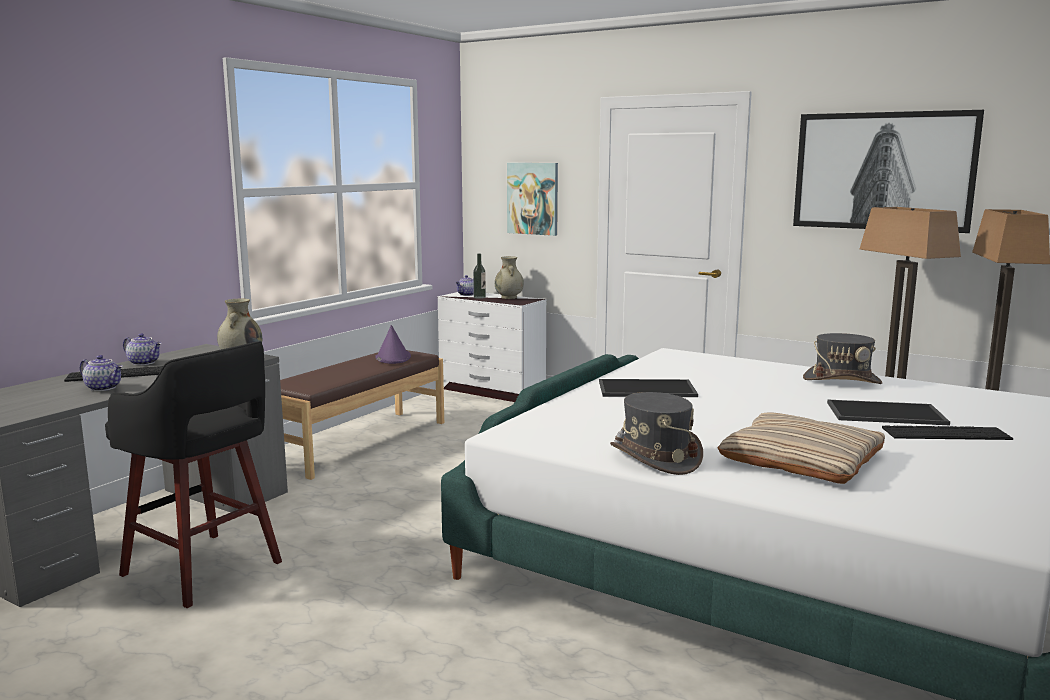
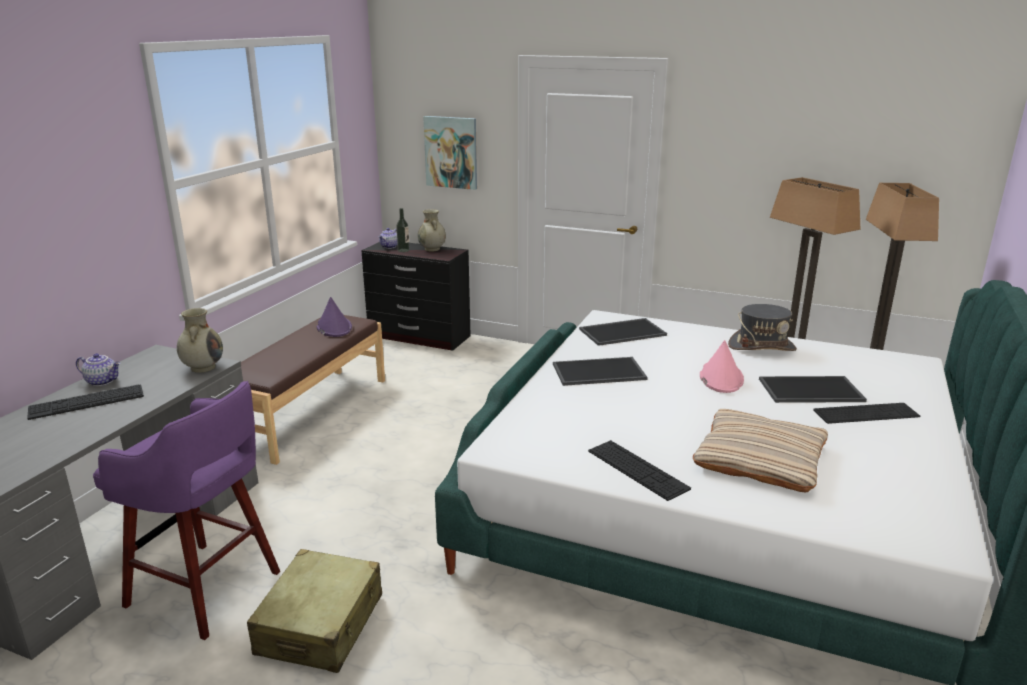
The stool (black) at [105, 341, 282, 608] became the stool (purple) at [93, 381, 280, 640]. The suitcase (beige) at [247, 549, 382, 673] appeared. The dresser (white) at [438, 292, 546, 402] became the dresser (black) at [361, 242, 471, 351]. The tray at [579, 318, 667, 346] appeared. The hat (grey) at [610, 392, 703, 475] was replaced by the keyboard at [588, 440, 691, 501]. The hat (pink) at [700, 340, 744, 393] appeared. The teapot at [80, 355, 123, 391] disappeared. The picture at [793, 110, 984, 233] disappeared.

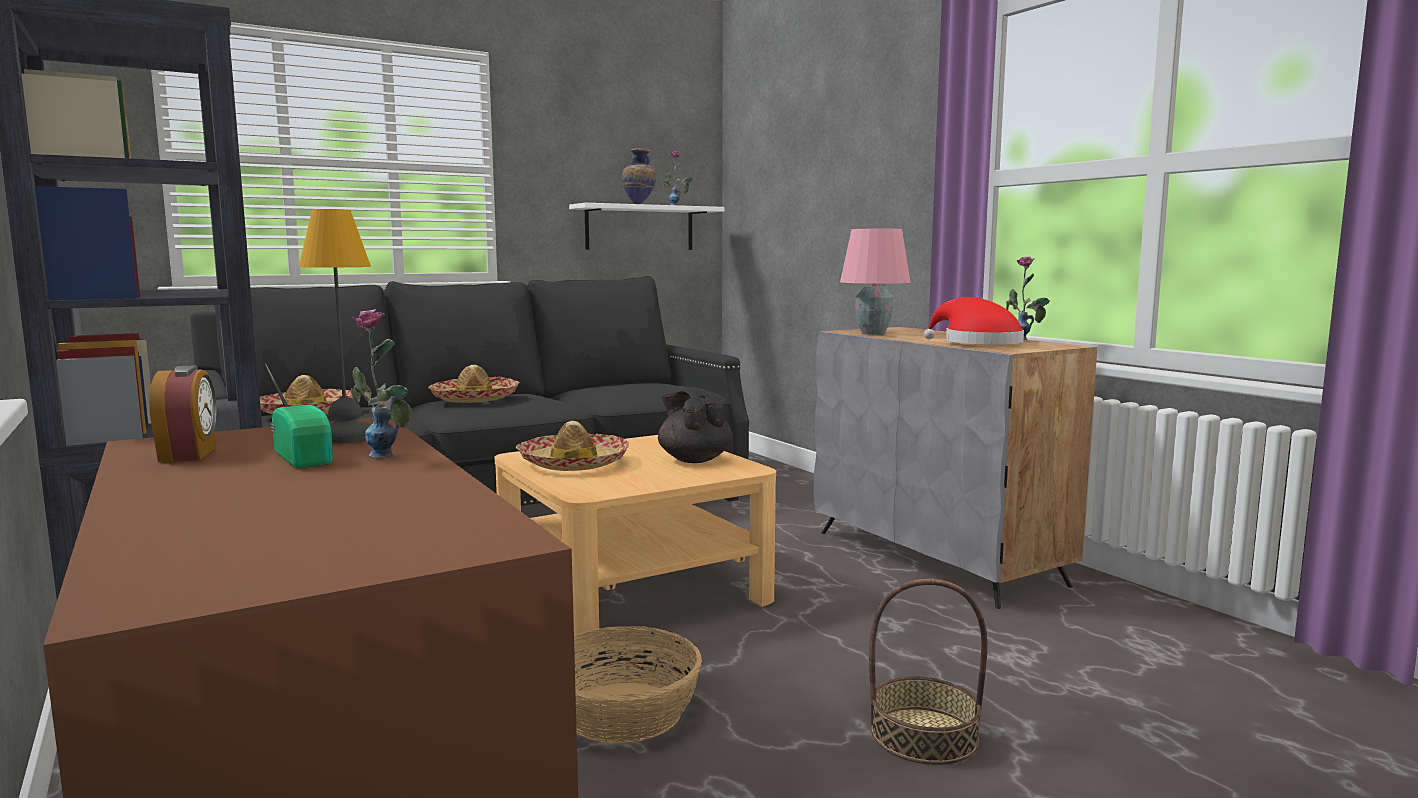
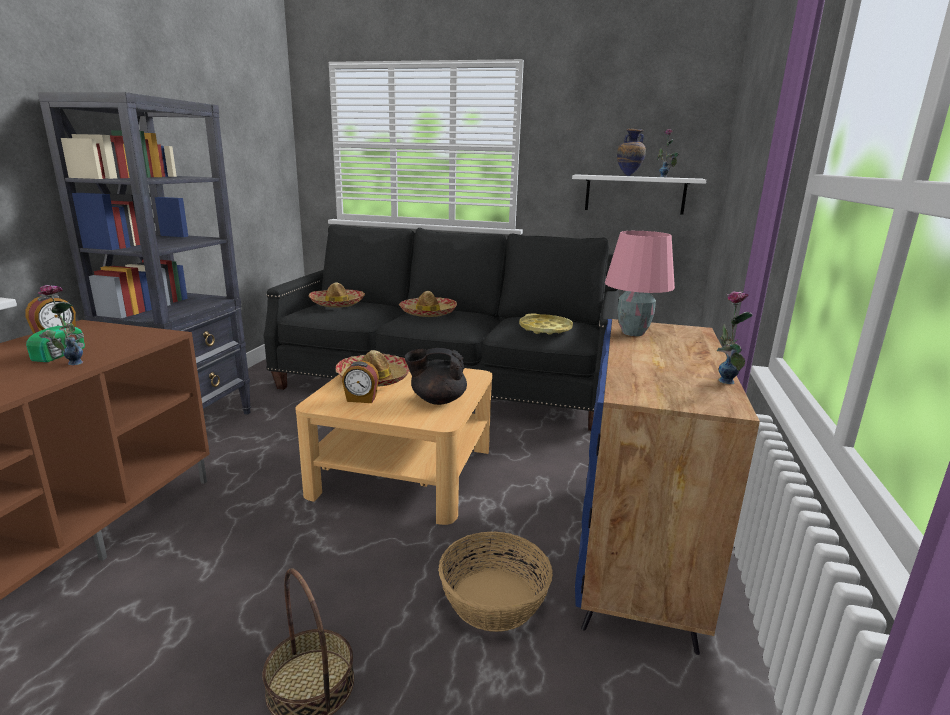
The alarm clock at [342, 361, 379, 403] appeared. The teapot (black) at [658, 388, 733, 463] turned 105 degrees counterclockwise. The basket moved from [574, 626, 702, 744] to [438, 532, 553, 632]. The tray (yellow) at [519, 313, 573, 335] appeared. The cabinet (grey) at [814, 327, 1097, 609] became the cabinet (blue) at [575, 319, 760, 655]. The table lamp at [299, 209, 371, 443] disappeared. The hat (red) at [924, 297, 1024, 345] disappeared.

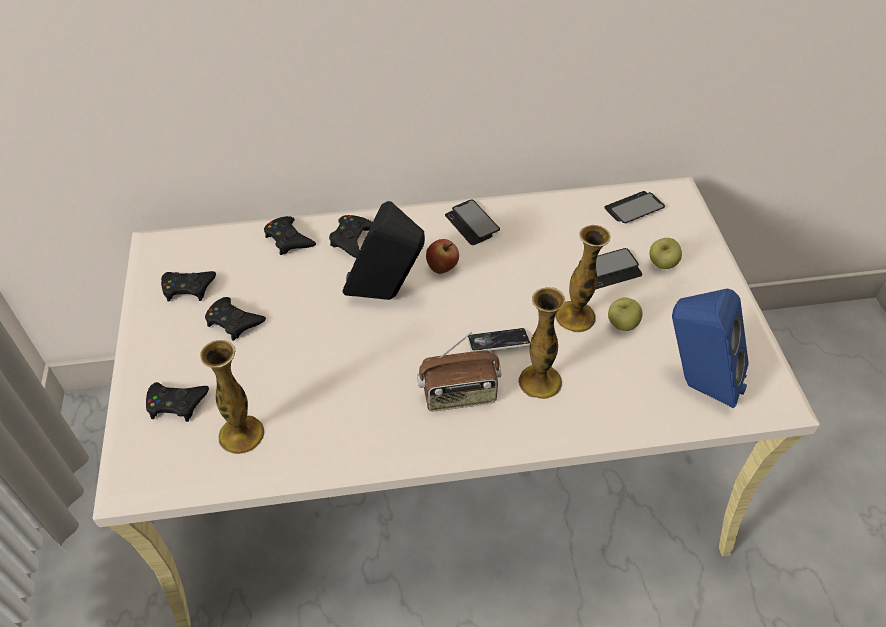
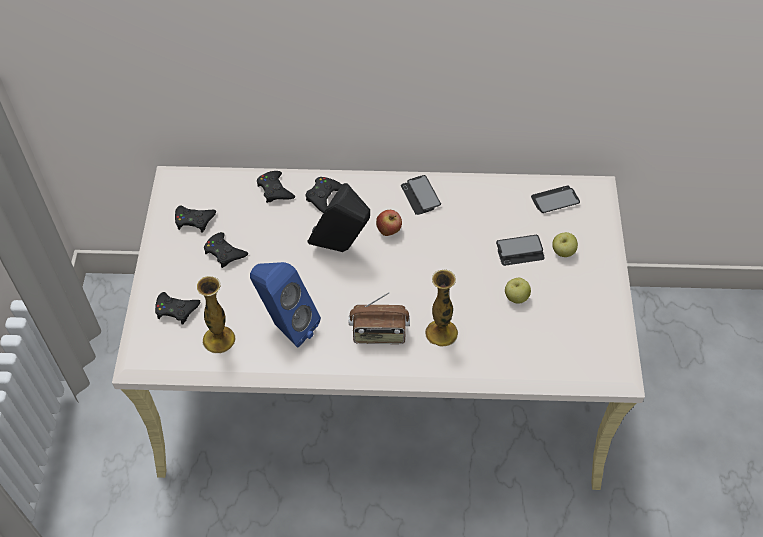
The speaker (blue) moved from [672, 289, 749, 408] to [250, 262, 321, 348]. The phone at [467, 328, 530, 352] disappeared. The vase at [555, 225, 610, 332] disappeared.

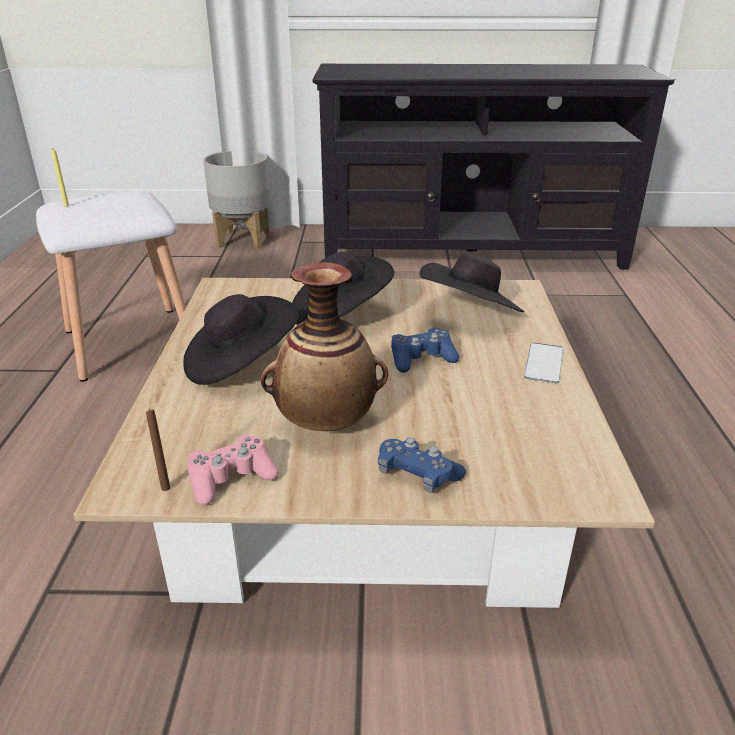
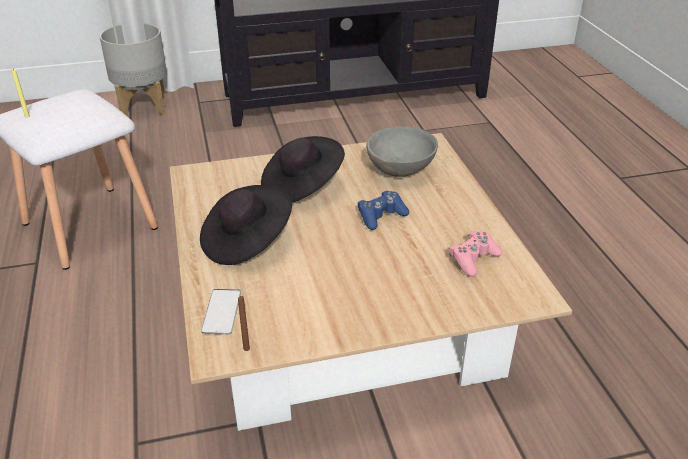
The phone moved from [524, 343, 564, 383] to [201, 289, 241, 334]. The hat (black) at [420, 254, 524, 312] was replaced by the bowl (grey) at [366, 126, 438, 177]. The game controller (pink) moved from [187, 434, 279, 505] to [449, 230, 502, 277]. The vase at [261, 262, 388, 431] disappeared. The game controller (blue) at [378, 437, 466, 493] disappeared.

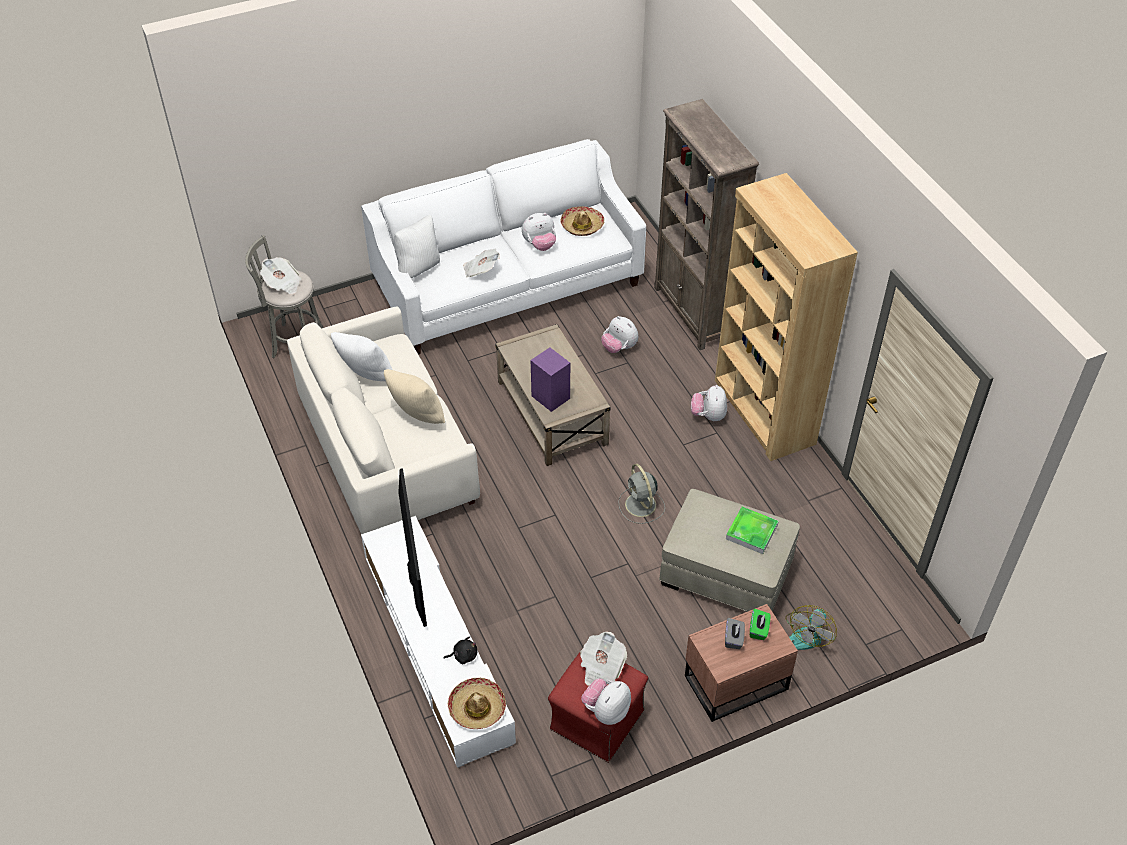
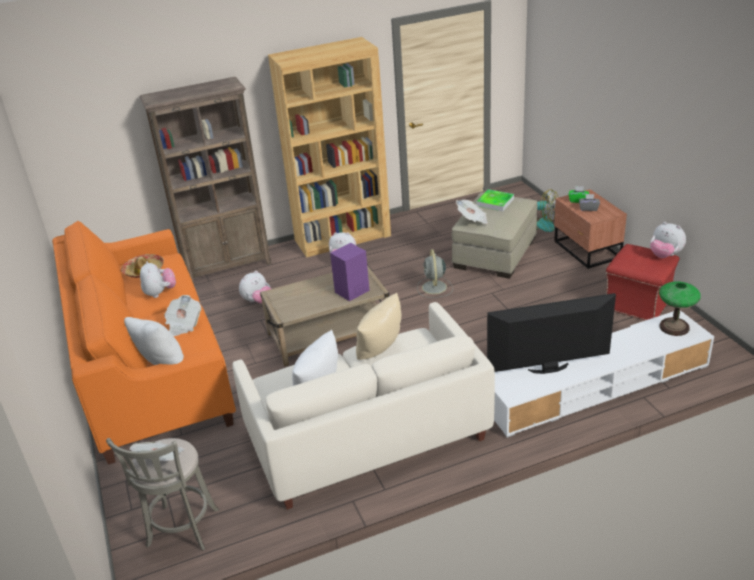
The sofa (white) at [361, 139, 646, 355] became the sofa (orange) at [52, 221, 236, 465]. The fan (grey) at [618, 464, 665, 524] turned 105 degrees clockwise. The newspaper moved from [580, 632, 627, 686] to [456, 200, 488, 224]. The hat at [448, 678, 506, 729] was replaced by the table lamp at [659, 281, 701, 336]. The plush toy (black) at [443, 636, 477, 664] disappeared.

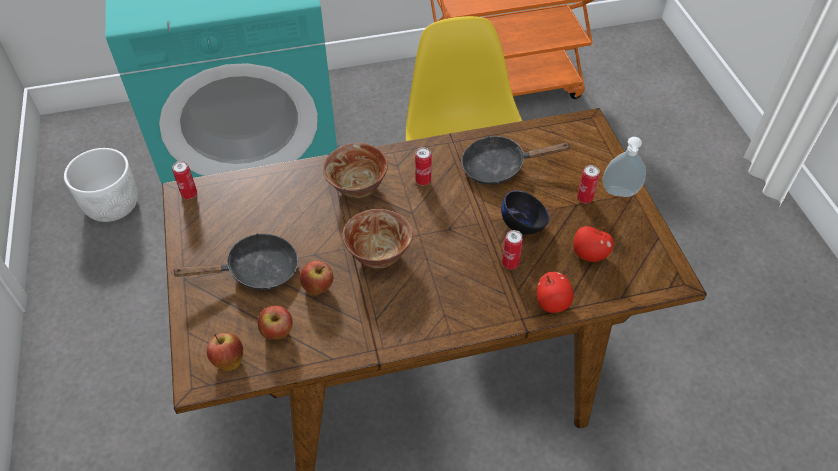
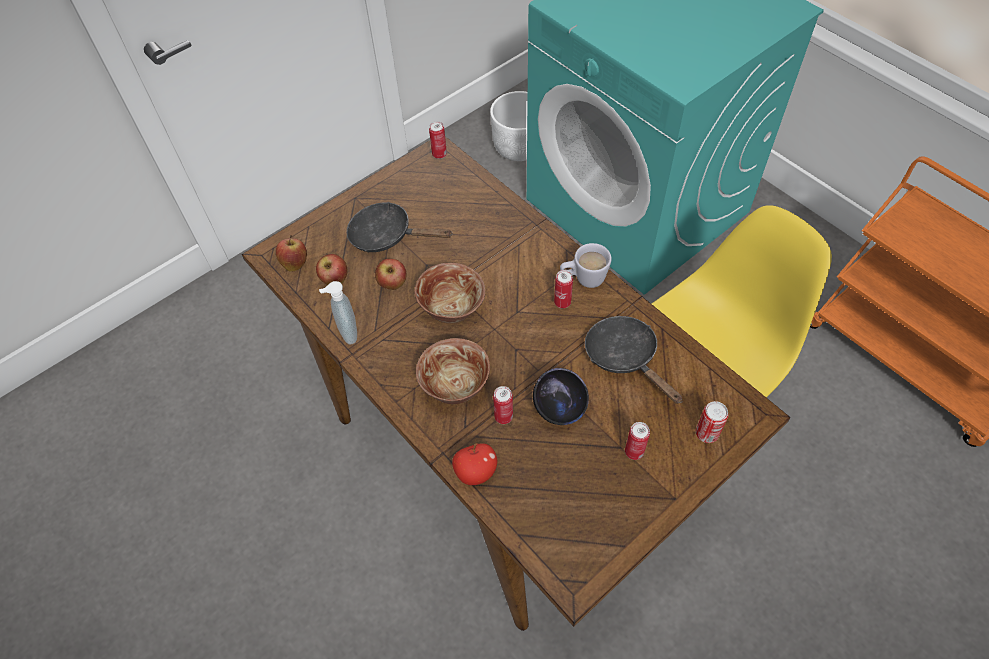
The soap dispenser moved from [603, 137, 646, 197] to [319, 281, 357, 344]. The frying pan (black) at [171, 233, 298, 290] turned 150 degrees clockwise. The bowl moved from [323, 143, 388, 199] to [416, 338, 490, 404]. The mug (white) at [560, 243, 612, 288] appeared. The can at [696, 401, 728, 443] appeared. The apple at [573, 226, 614, 262] disappeared.

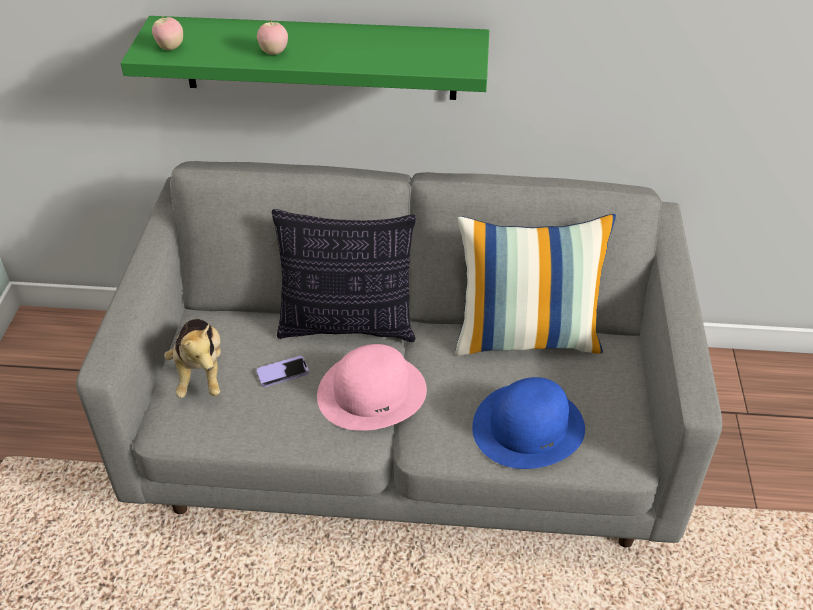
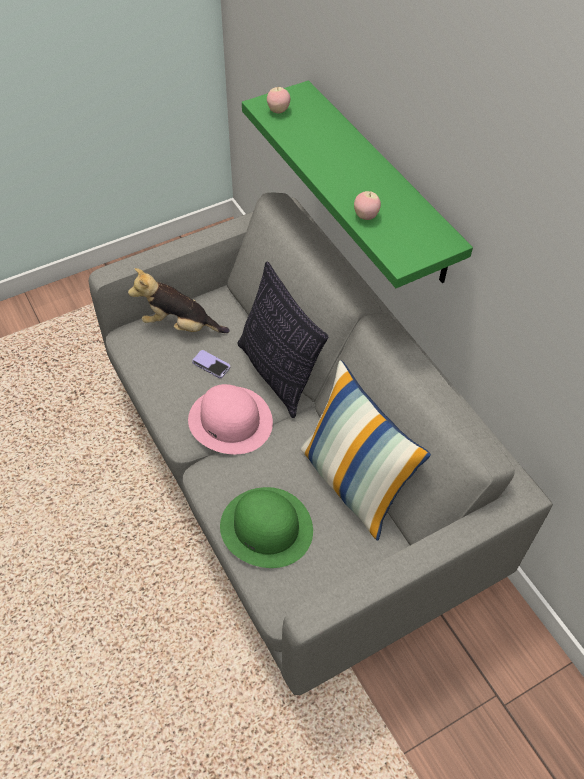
The plush toy at [164, 319, 221, 398] turned 60 degrees clockwise. The hat (blue) at [472, 377, 585, 469] became the hat (green) at [220, 487, 313, 568]. The apple moved from [257, 21, 288, 55] to [354, 191, 381, 220].

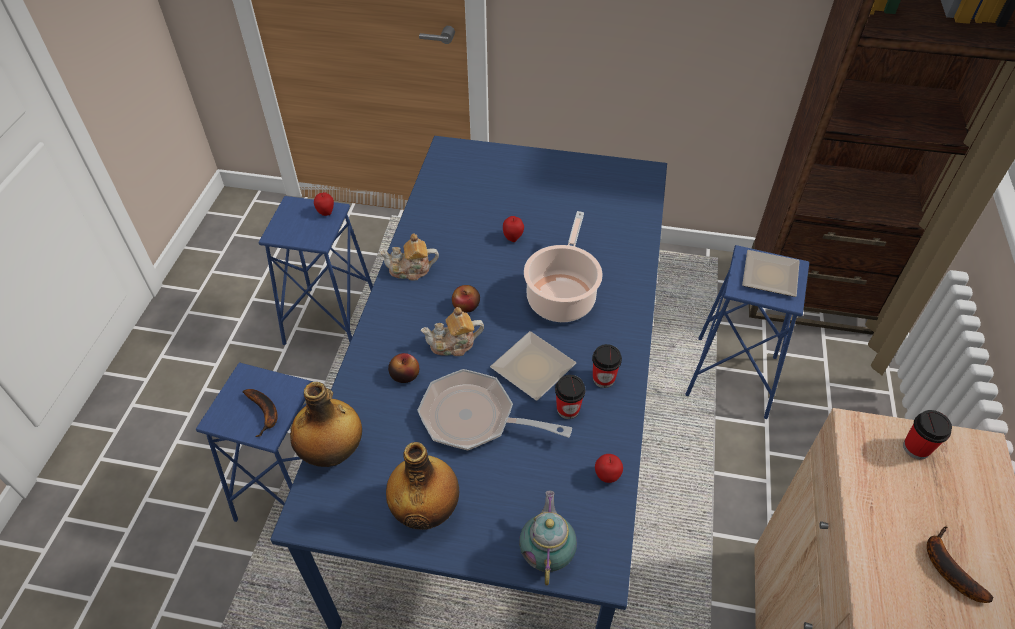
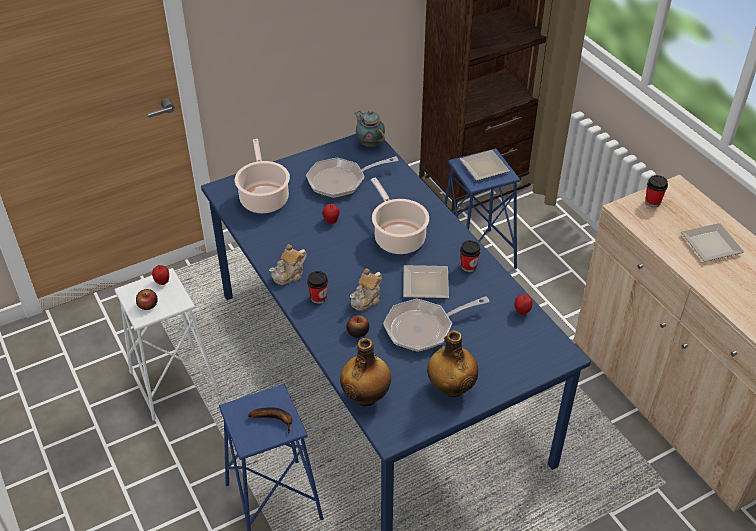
The stool (blue) at [258, 196, 373, 345] became the stool (white) at [114, 268, 220, 421]. The apple moved from [452, 285, 480, 313] to [136, 289, 158, 310]. The cooking pot at [235, 139, 290, 213] appeared. The frying pan at [306, 156, 399, 198] appeared. The cup moved from [555, 375, 585, 419] to [307, 271, 328, 304]. The teapot moved from [519, 491, 577, 585] to [355, 110, 385, 147]. The banana at [927, 526, 994, 603] was replaced by the plate at [681, 223, 744, 262].

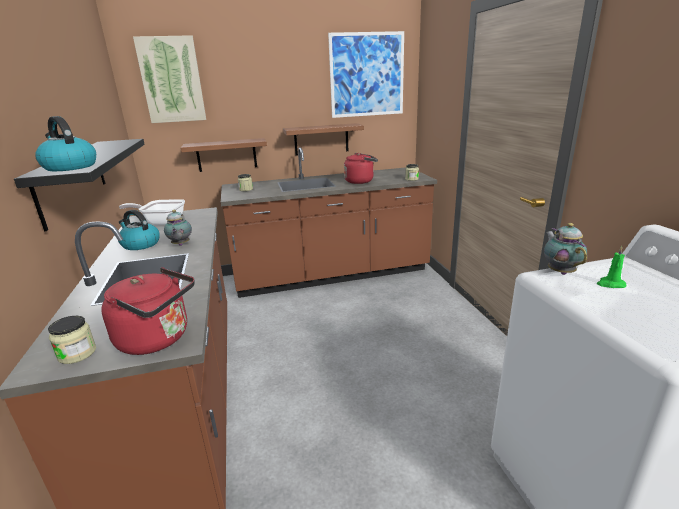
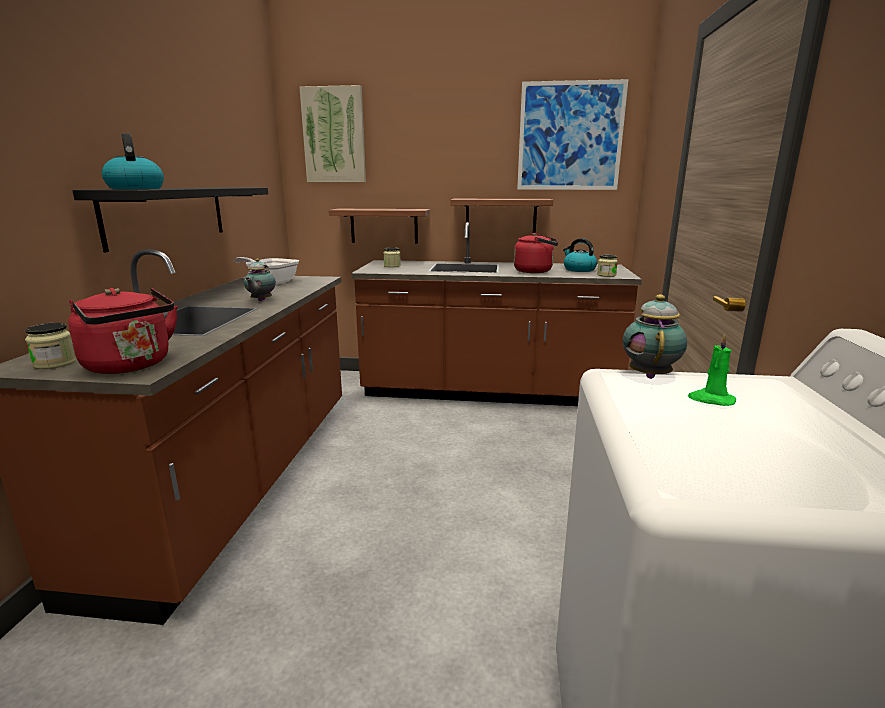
The kettle moved from [118, 210, 160, 250] to [563, 238, 597, 272].

